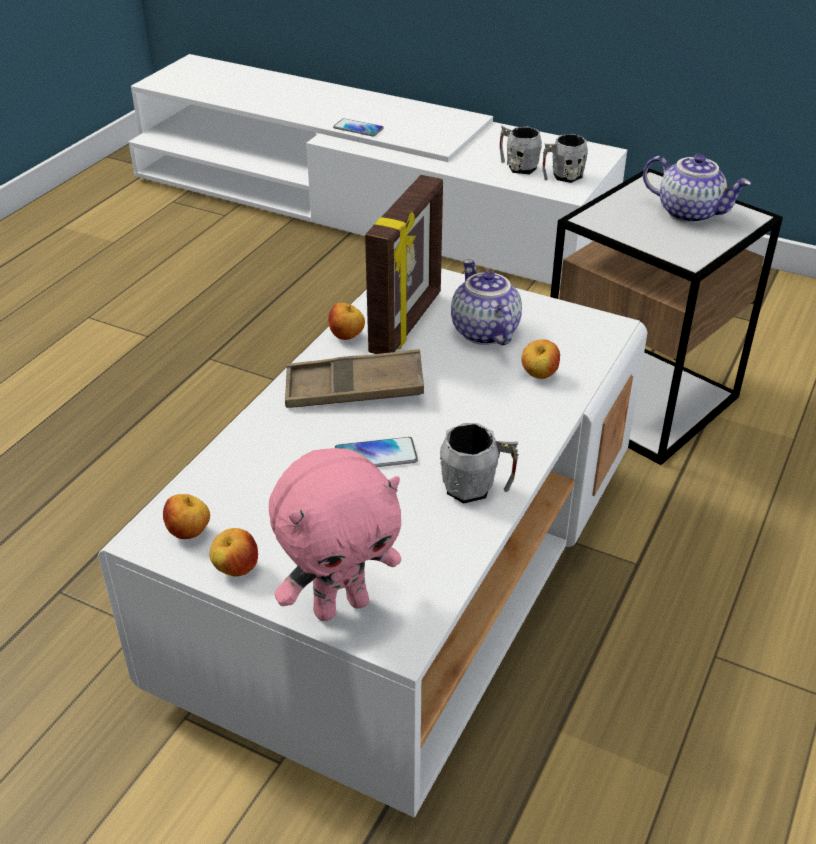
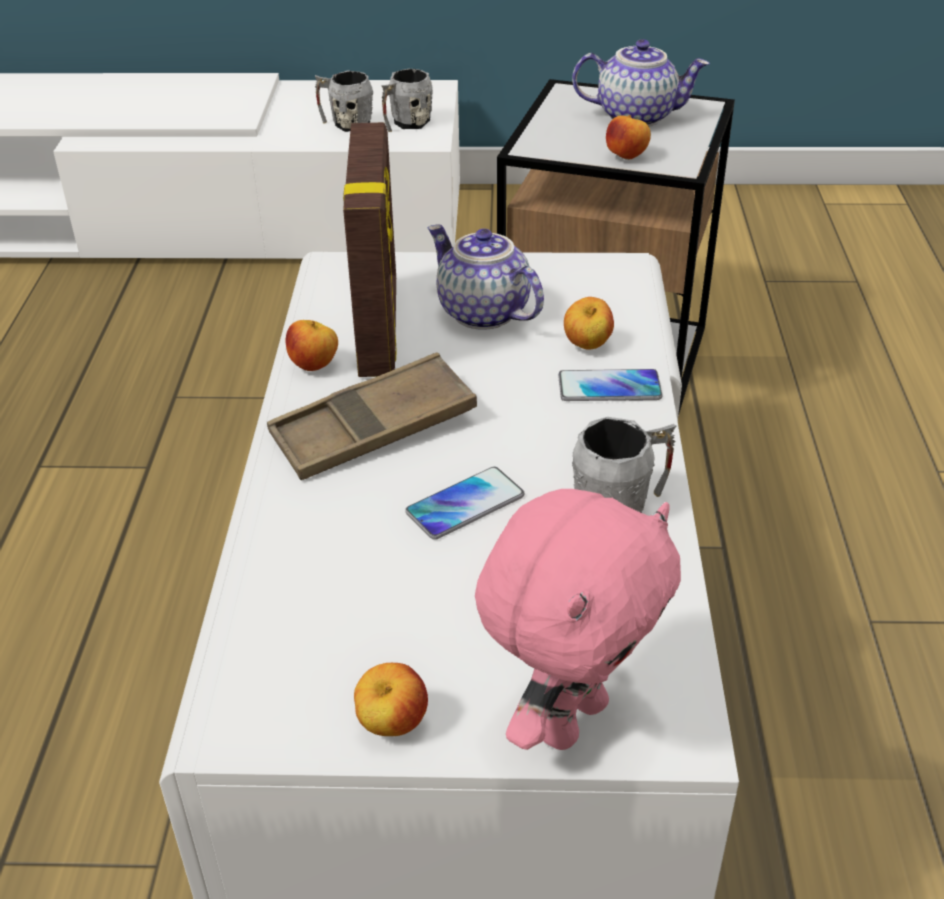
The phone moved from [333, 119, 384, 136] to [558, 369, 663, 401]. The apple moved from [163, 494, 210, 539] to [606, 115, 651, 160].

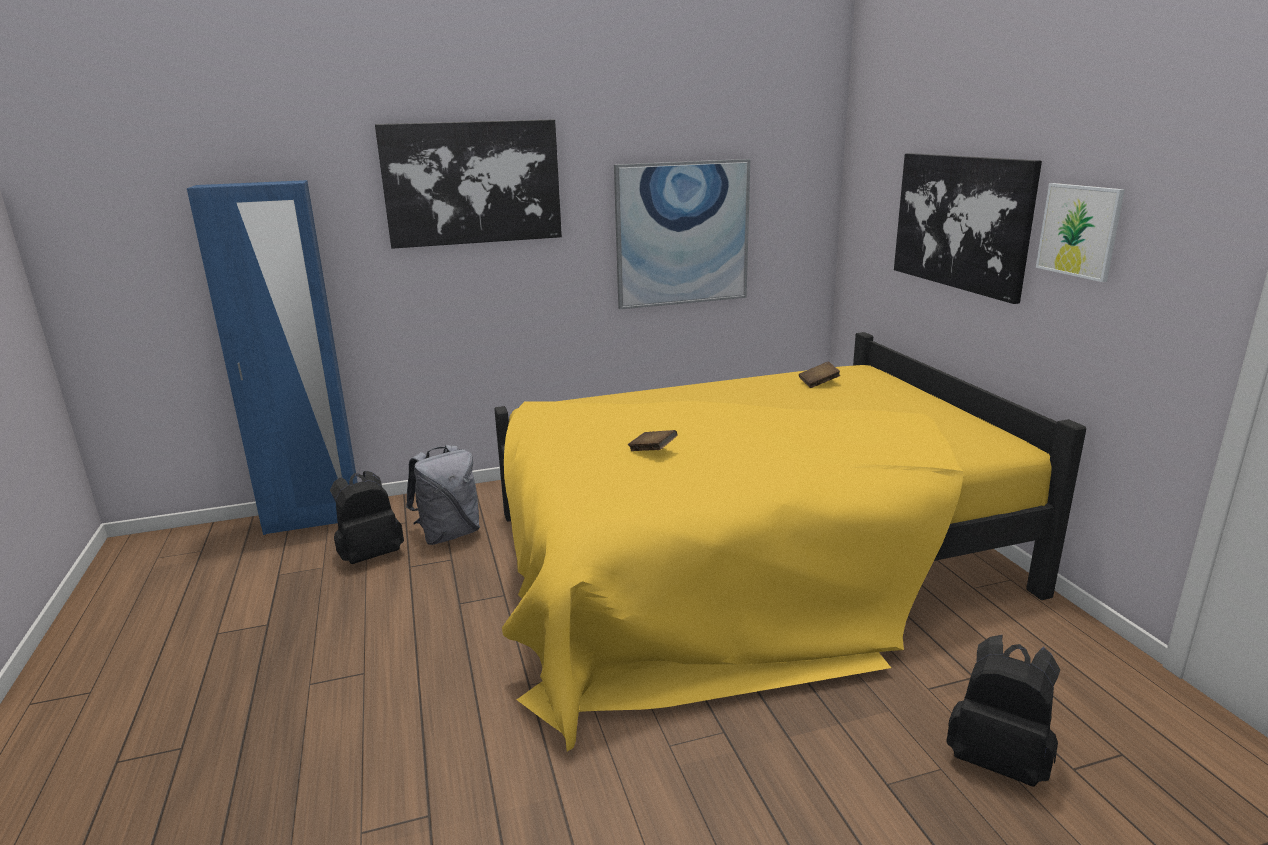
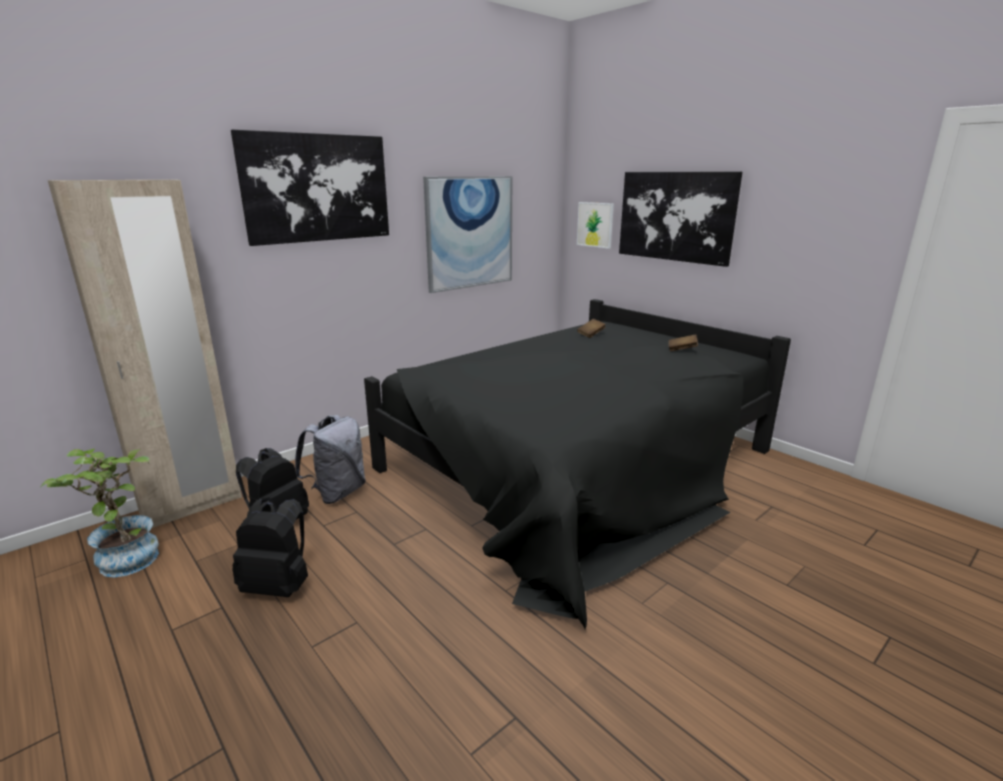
The potted plant at [40, 448, 159, 577] appeared. The wardrobe (blue) at [187, 180, 358, 535] became the wardrobe (beige) at [48, 180, 242, 528]. The backpack (black) moved from [946, 635, 1060, 787] to [232, 497, 308, 597]. The bed (yellow) at [494, 332, 1086, 751] became the bed (black) at [364, 299, 791, 629]. The picture moved from [1036, 183, 1125, 282] to [577, 202, 614, 249]. The book (brown) moved from [628, 430, 678, 451] to [669, 334, 698, 351].

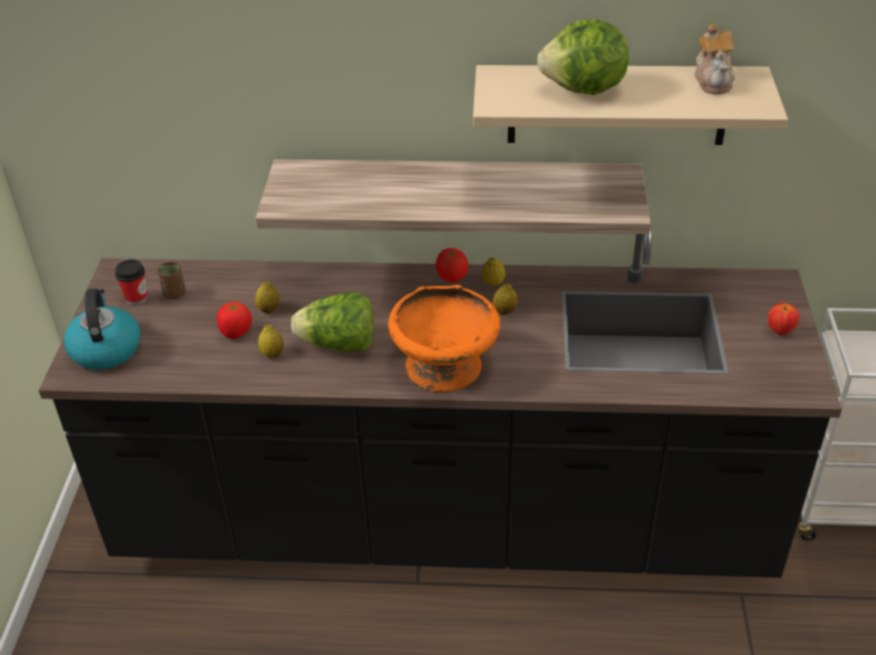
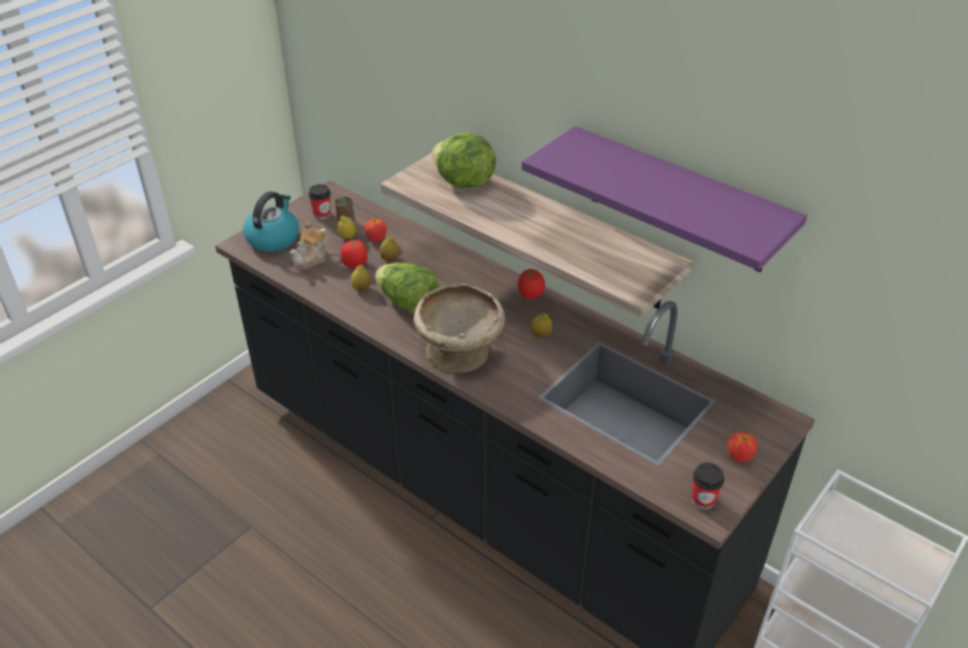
The teapot moved from [695, 24, 735, 94] to [290, 222, 328, 270]. The lemon moved from [482, 258, 506, 286] to [337, 215, 357, 239]. The apple at [364, 218, 387, 243] appeared. The bowl (orange) at [388, 285, 500, 392] became the bowl (beige) at [414, 283, 505, 373]. The lettuce moved from [537, 20, 629, 95] to [432, 132, 496, 188]. The shelf (beige) at [473, 65, 788, 145] became the shelf (purple) at [522, 126, 807, 272]. The cup at [692, 463, 724, 510] appeared.

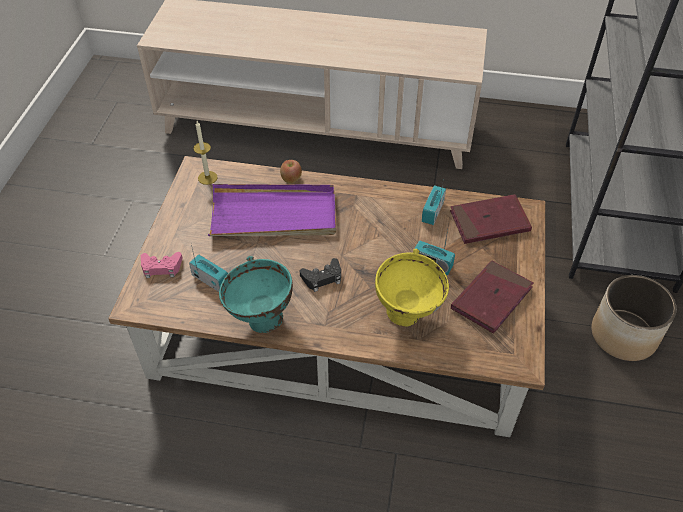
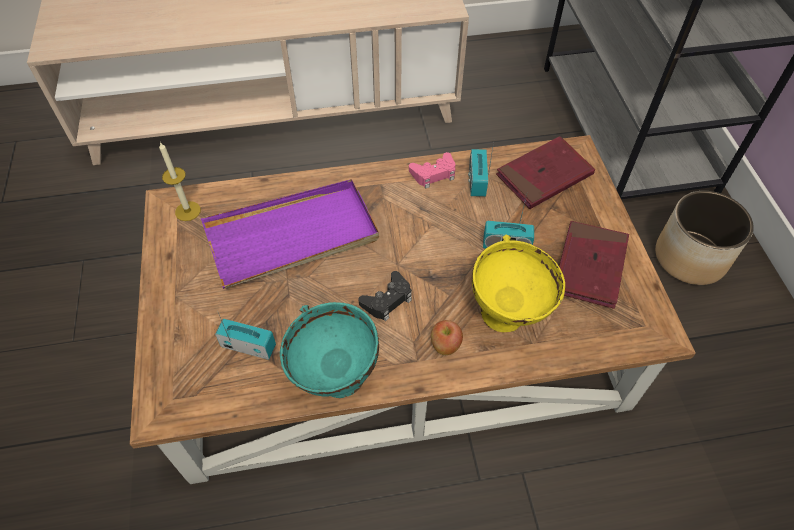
The game controller (pink) moved from [141, 252, 183, 278] to [409, 152, 455, 189]. The apple moved from [280, 160, 302, 184] to [431, 320, 463, 355].

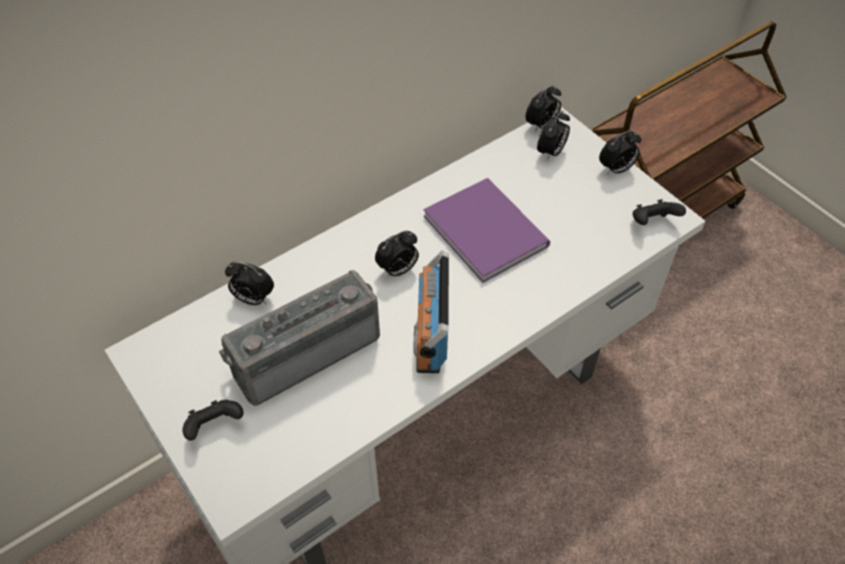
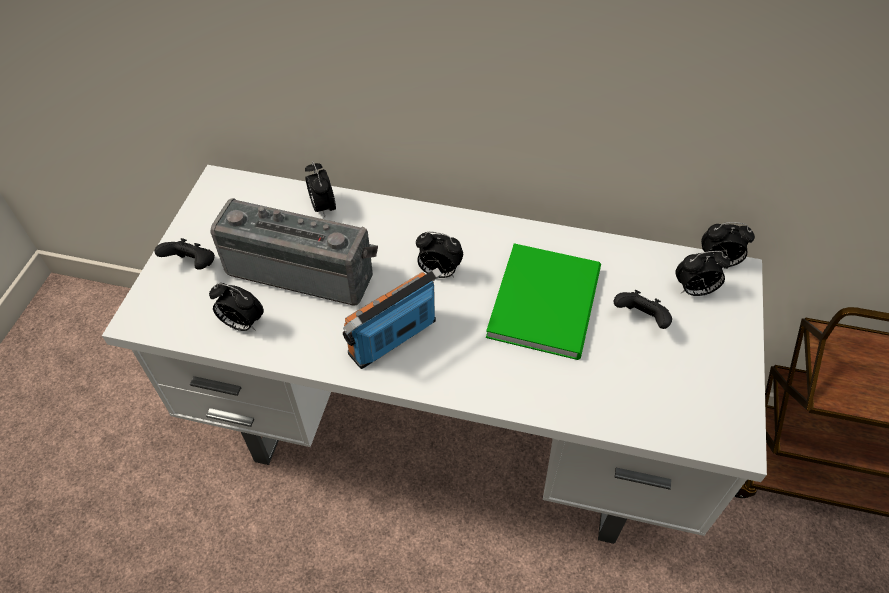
The alarm clock moved from [599, 130, 641, 175] to [209, 283, 264, 331]. The book (purple) at [424, 178, 550, 283] became the book (green) at [486, 243, 601, 360]. The game controller (black) moved from [633, 199, 686, 225] to [614, 290, 672, 329].

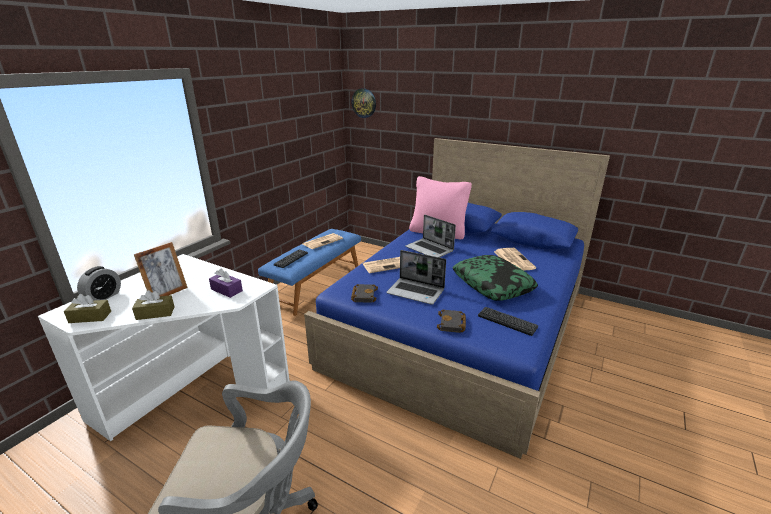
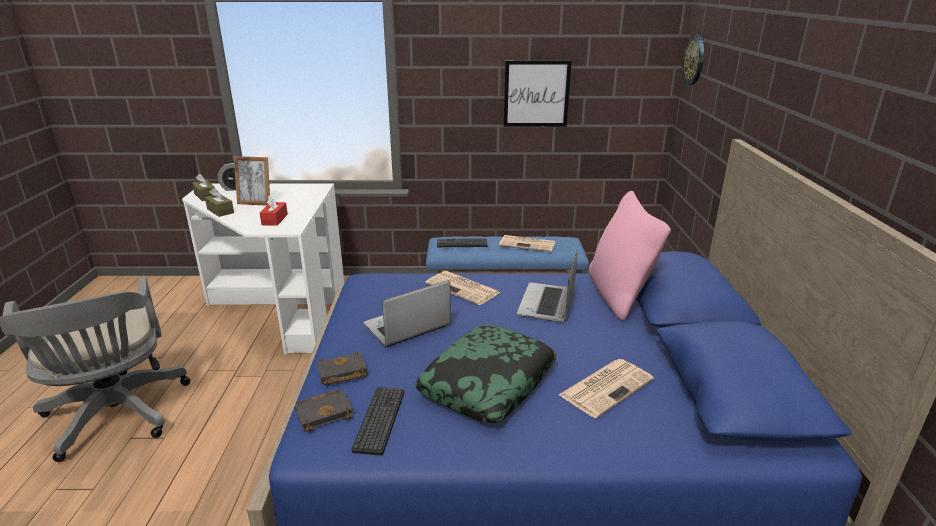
The tissue box (purple) at [209, 268, 243, 298] became the tissue box (red) at [260, 195, 288, 226]. The book (black) moved from [351, 284, 378, 303] to [295, 390, 353, 432]. The laptop at [386, 250, 446, 305] turned 60 degrees clockwise. The picture at [504, 60, 572, 127] appeared.

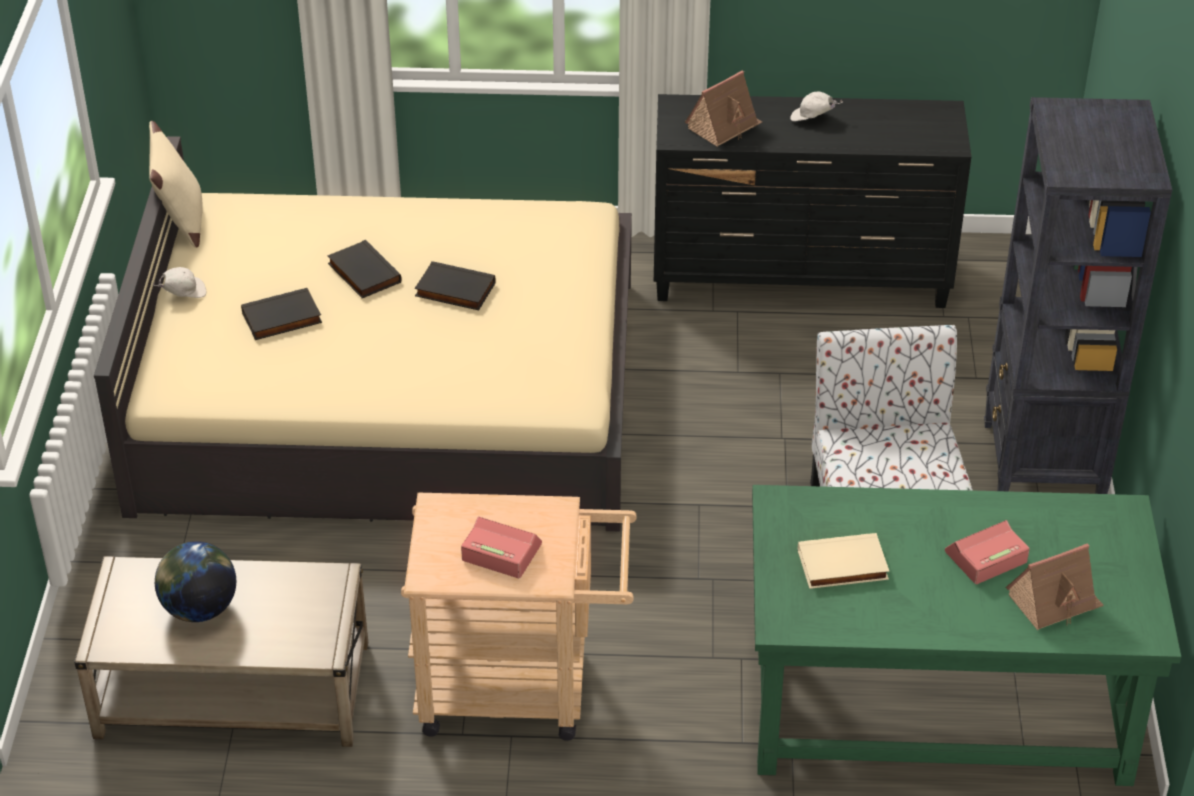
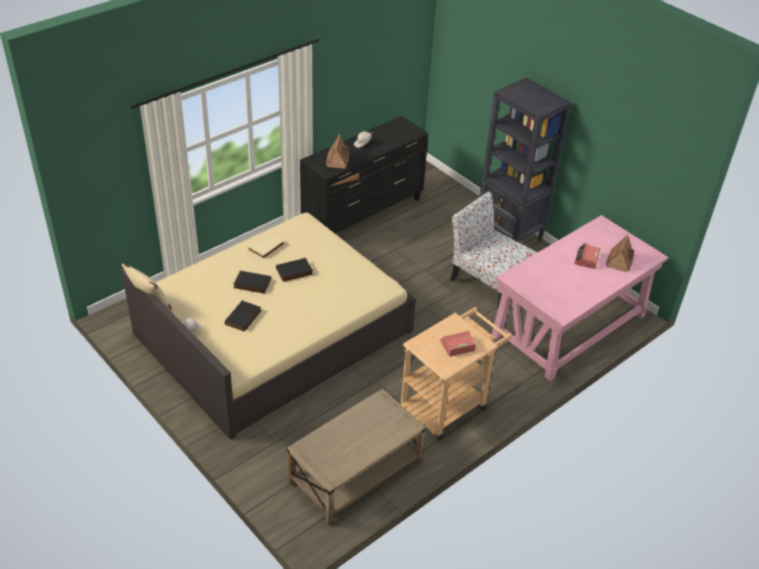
The book (beige) moved from [798, 533, 889, 589] to [248, 232, 284, 259]. The desk (green) at [752, 485, 1181, 786] became the desk (pink) at [492, 215, 668, 381]. The globe at [155, 541, 236, 622] disappeared.

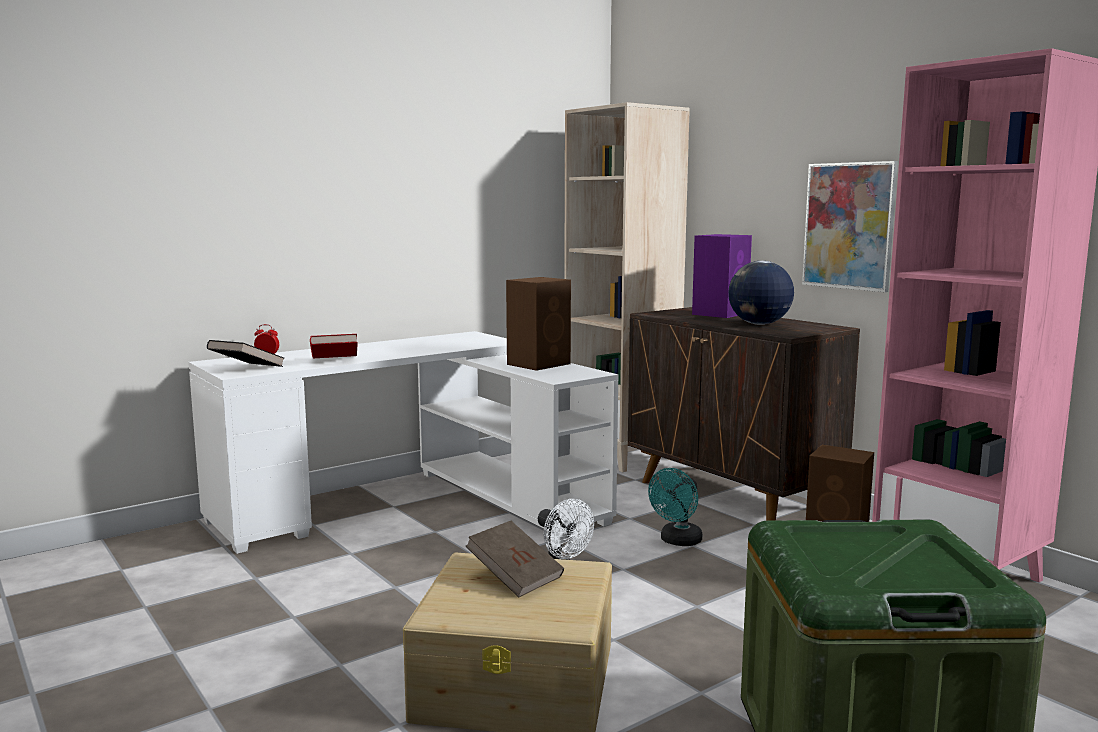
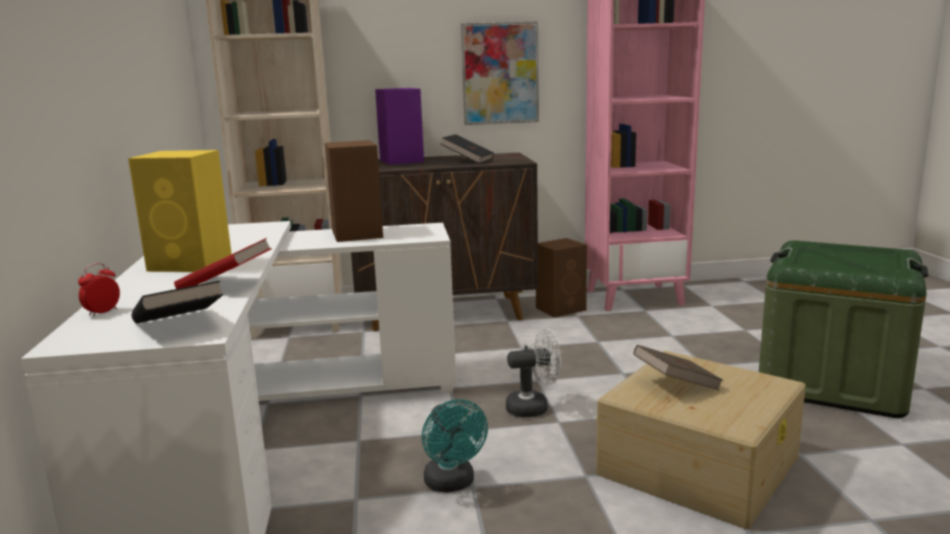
The speaker (yellow) at [128, 150, 232, 272] appeared. The fan (turquoise) moved from [648, 468, 702, 546] to [422, 399, 488, 493]. The globe at [728, 261, 794, 325] was replaced by the book (black) at [440, 134, 494, 164].

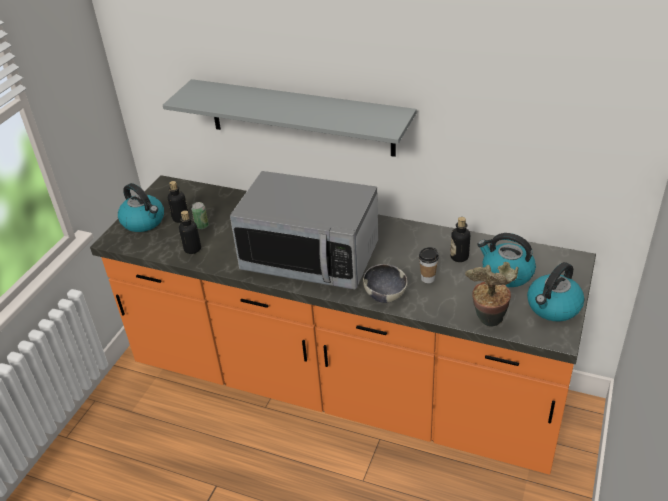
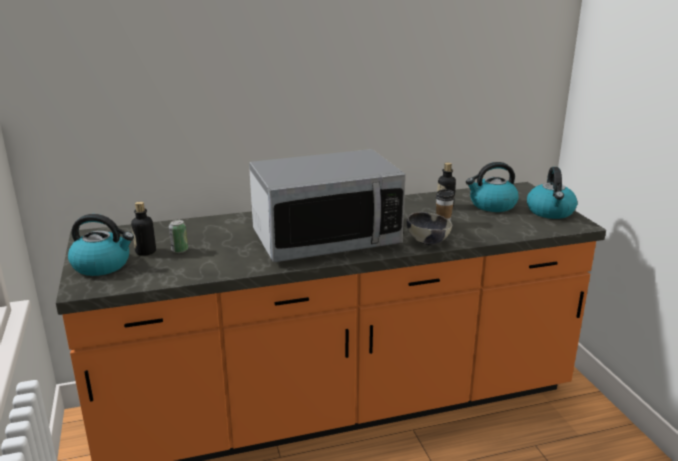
The shelf (grey) at [163, 79, 416, 157] disappeared. The bottle at [179, 210, 201, 254] disappeared. The potted plant at [465, 262, 519, 327] disappeared.

